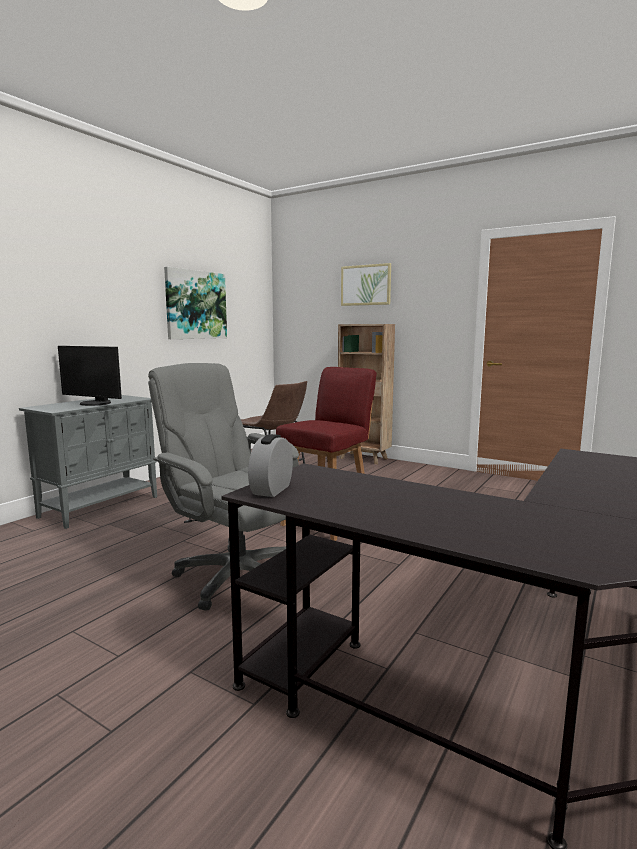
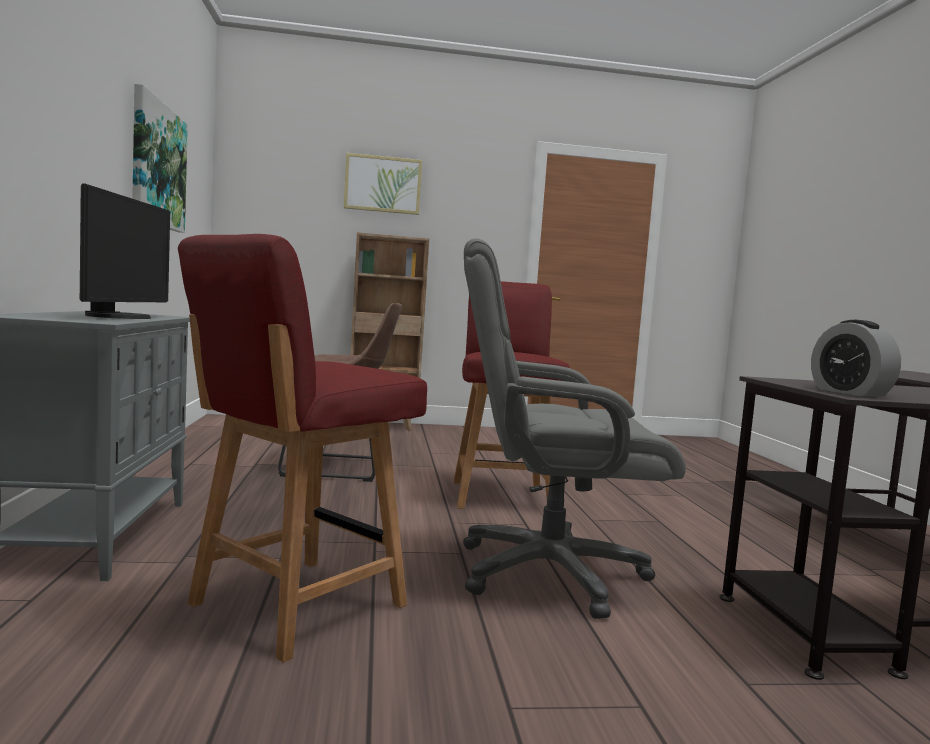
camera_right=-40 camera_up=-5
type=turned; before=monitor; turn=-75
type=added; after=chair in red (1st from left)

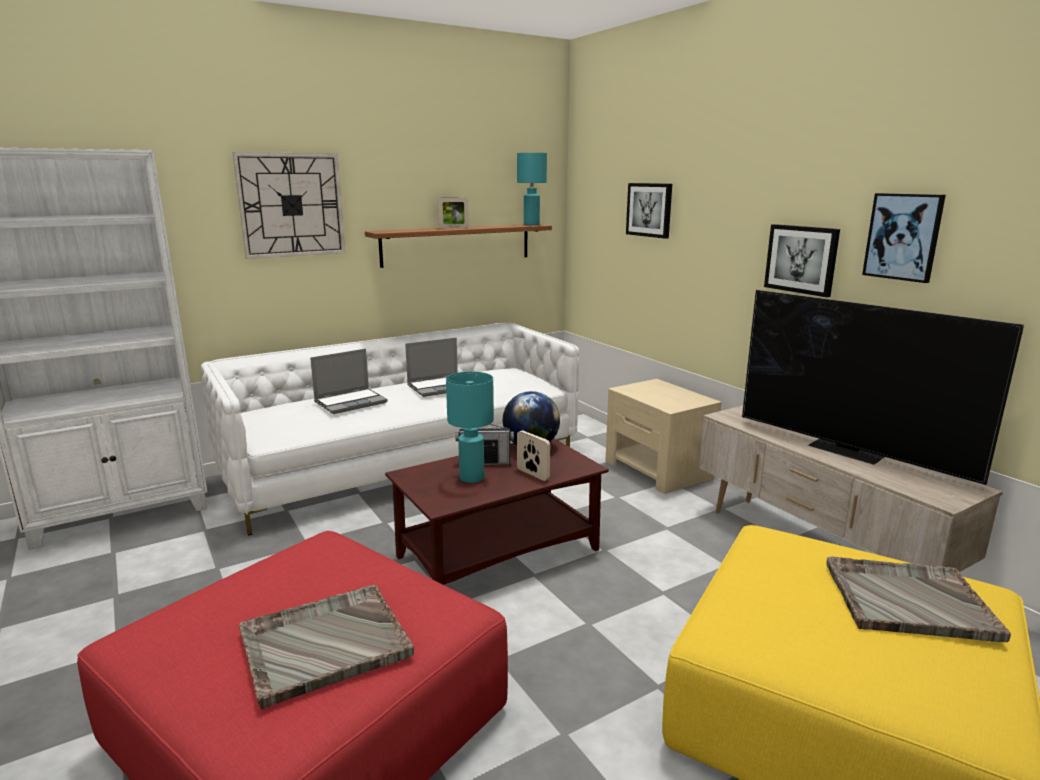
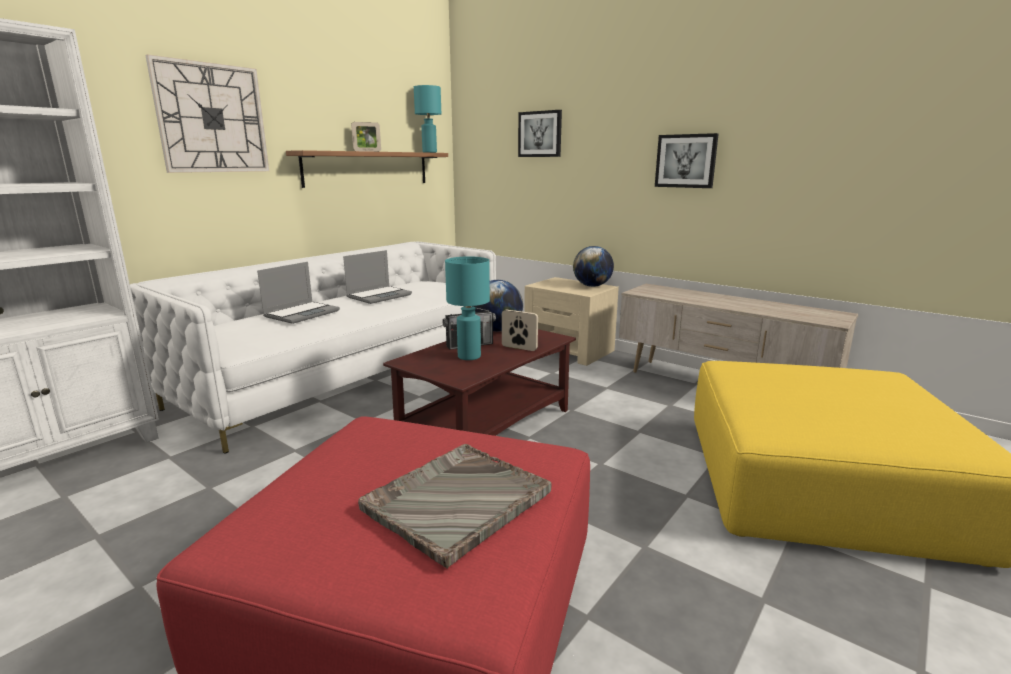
camera_right=-20 camera_up=0
type=added; after=globe (2nd from left)
type=removed; before=television
type=removed; before=tray in grey (2nd from left)
type=removed; before=picture (3rd from left)

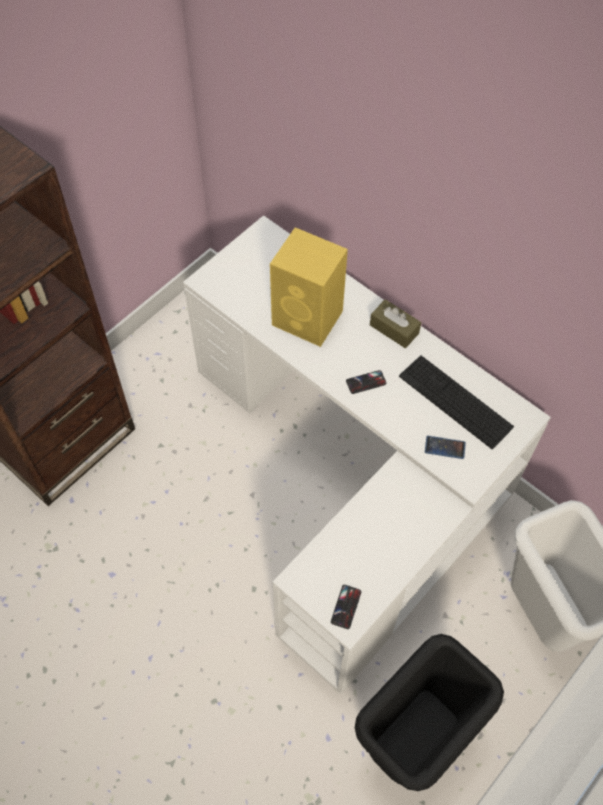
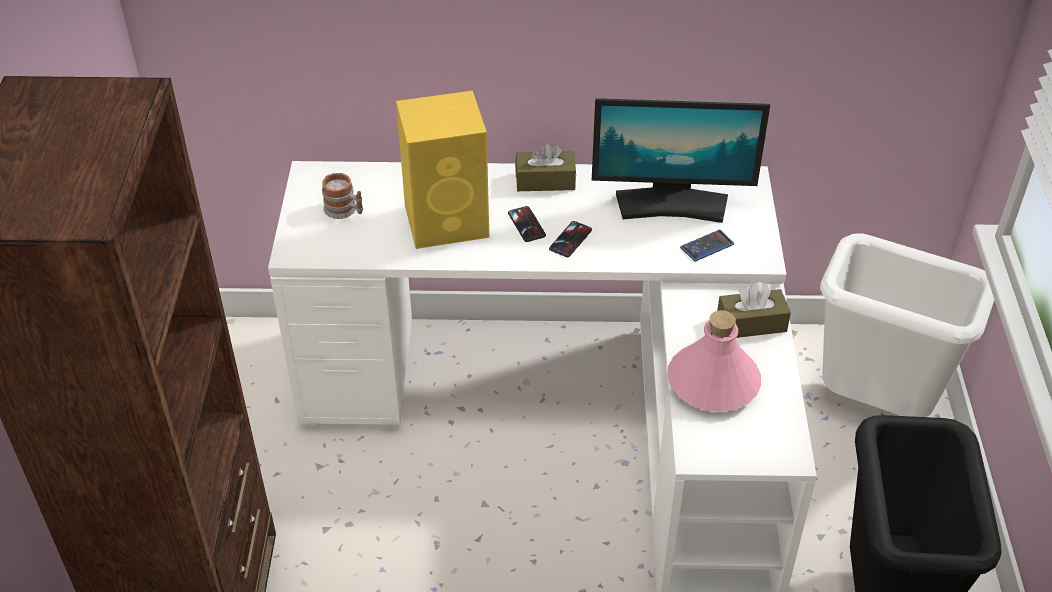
camera_right=-40 camera_up=-15
type=added; after=mug
type=moved; before=phone (1st from left)
type=replaced; before=keyboard; after=monitor
type=added; after=bottle in pink
type=added; after=tissue box in brown (2nd from left)

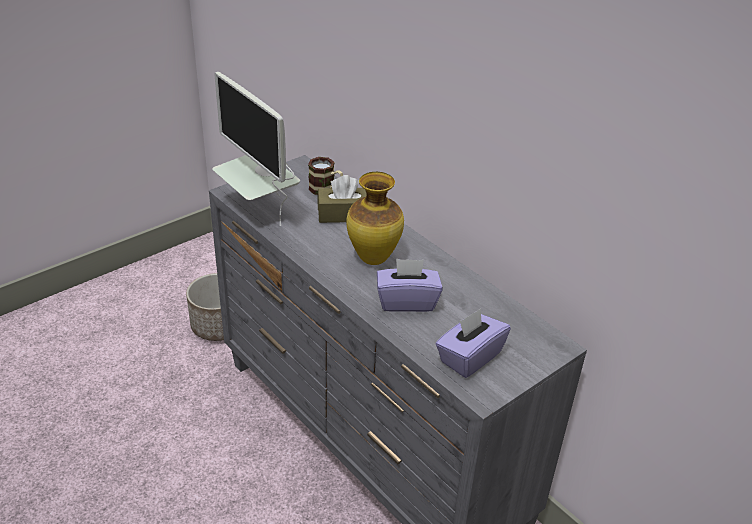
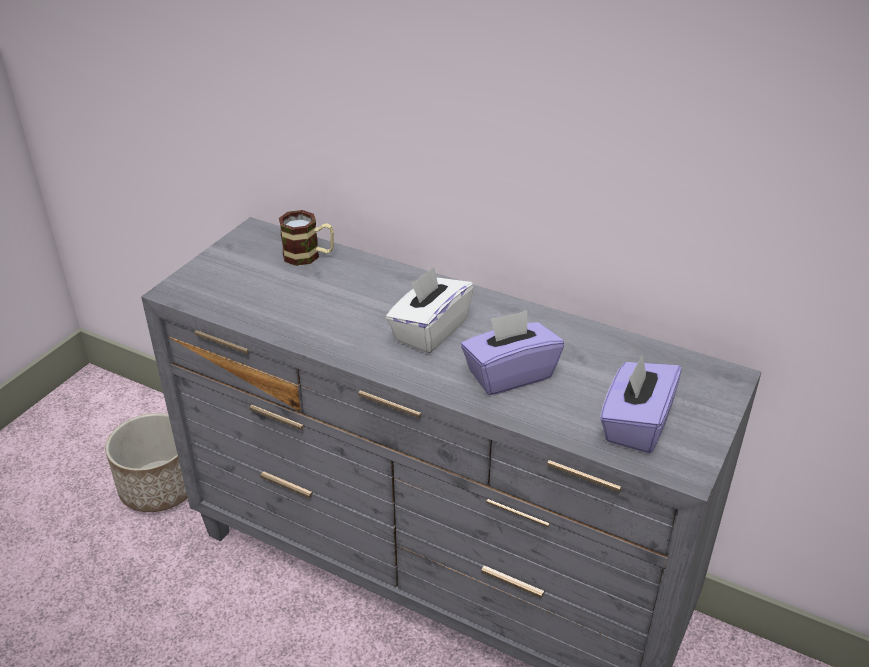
camera_right=-20 camera_up=0
type=replaced; before=vase; after=tissue box in white
type=removed; before=monitor
type=removed; before=tissue box in brown

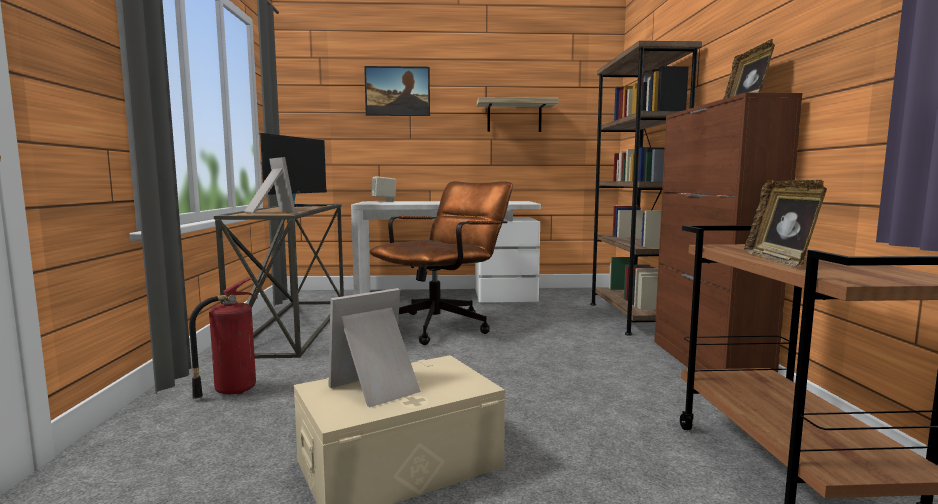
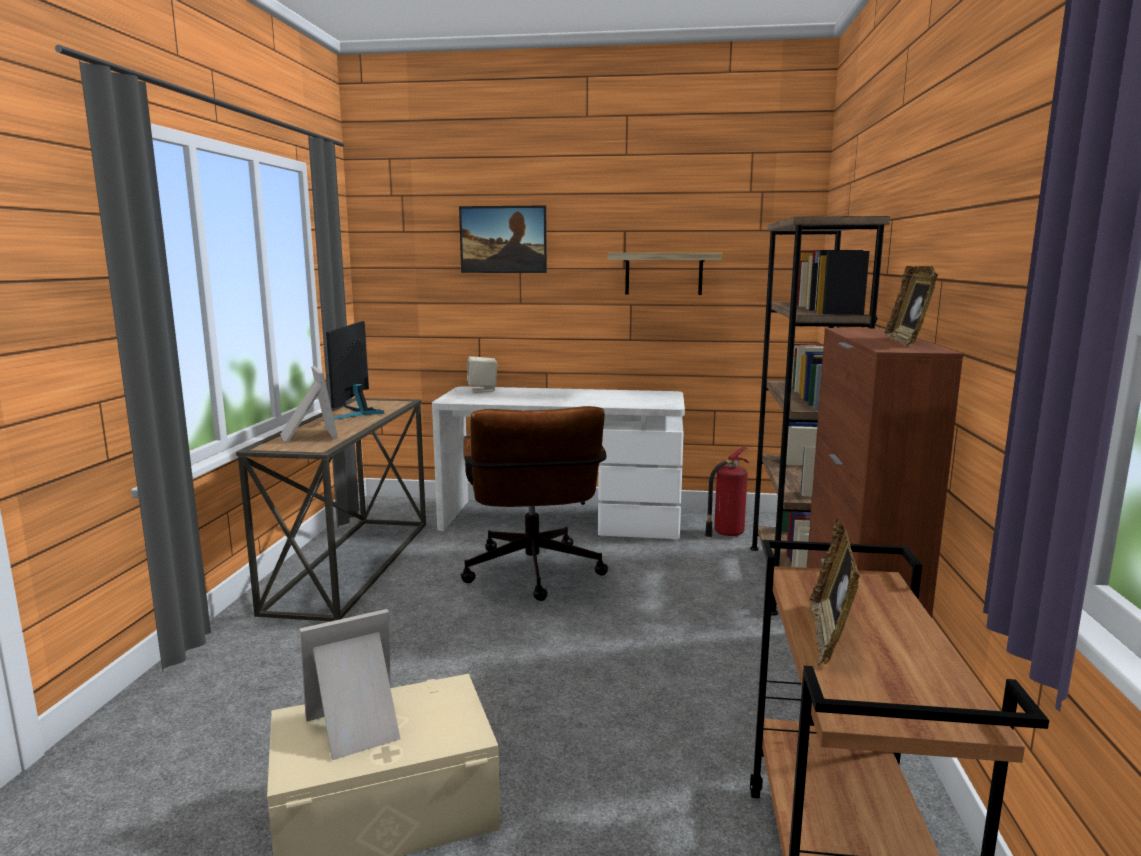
camera_right=10 camera_up=5
type=turned; before=monitor; turn=150
type=turned; before=office chair in brown; turn=120
type=moved; before=fire extinguisher

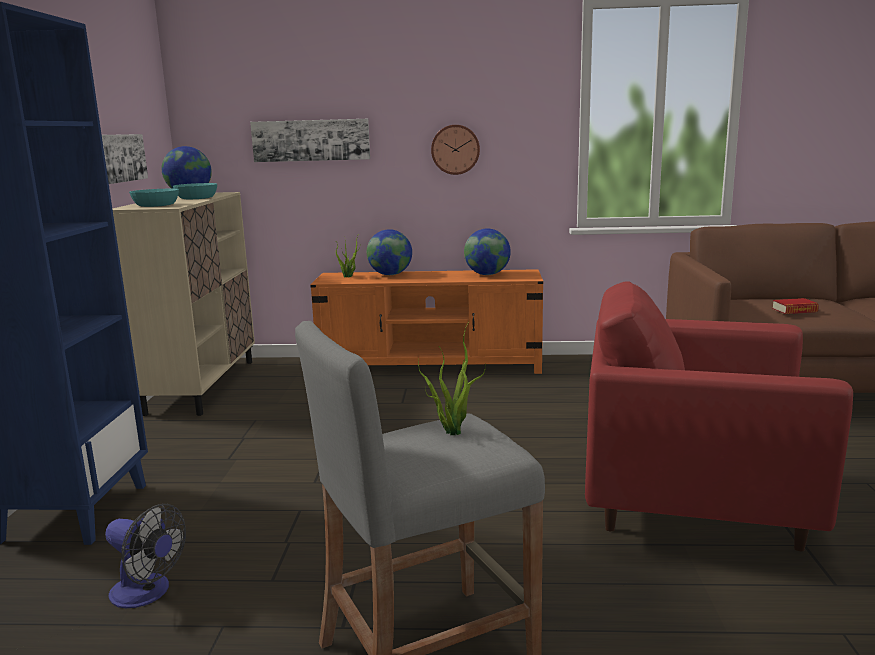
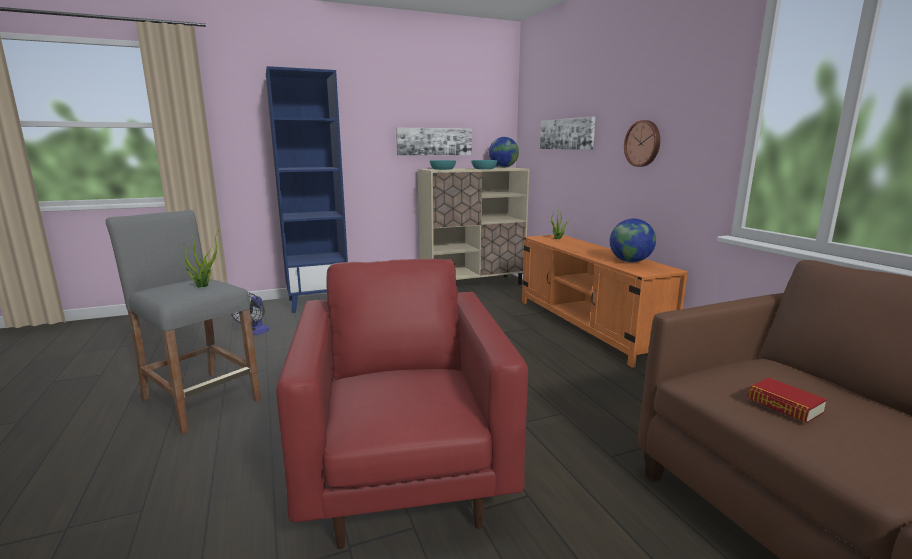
camera_right=65 camera_up=0
type=removed; before=globe (2nd from left)

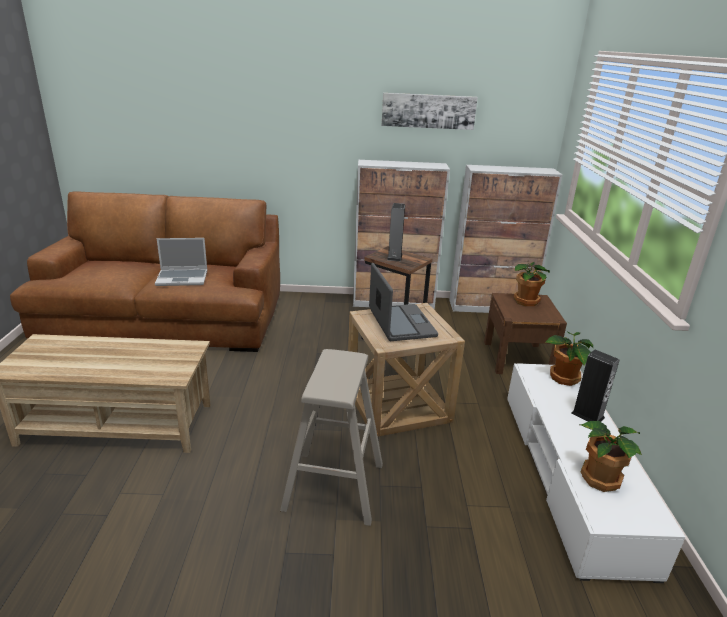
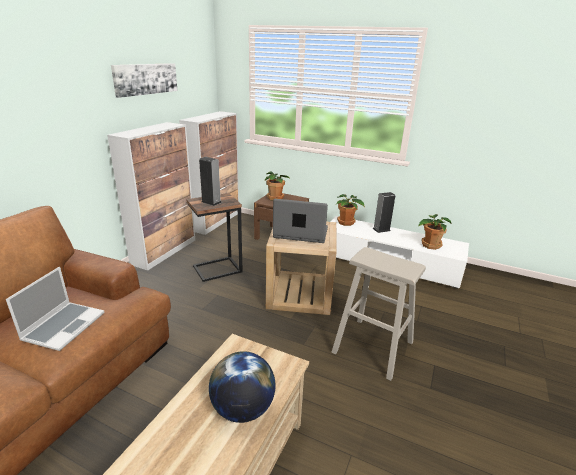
camera_right=-65 camera_up=0
type=added; after=globe

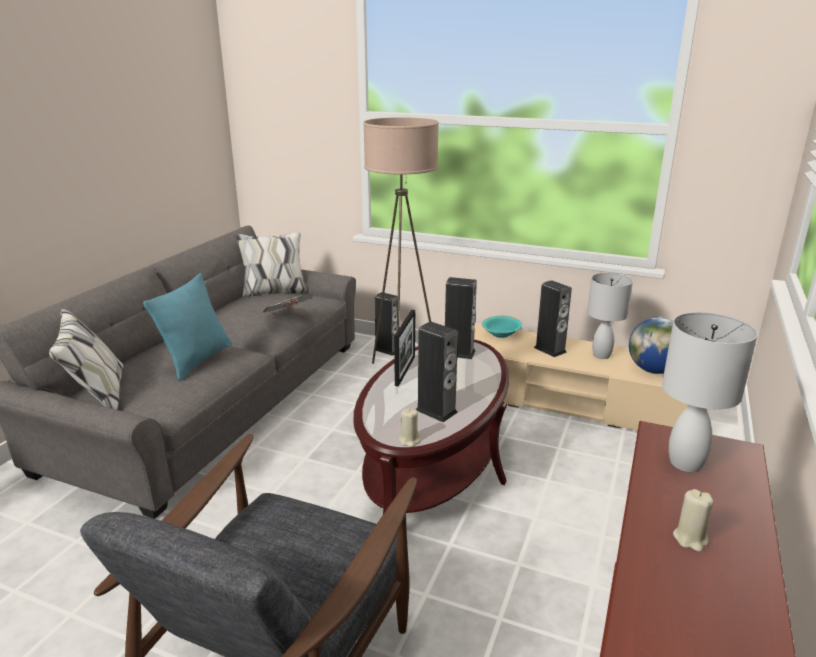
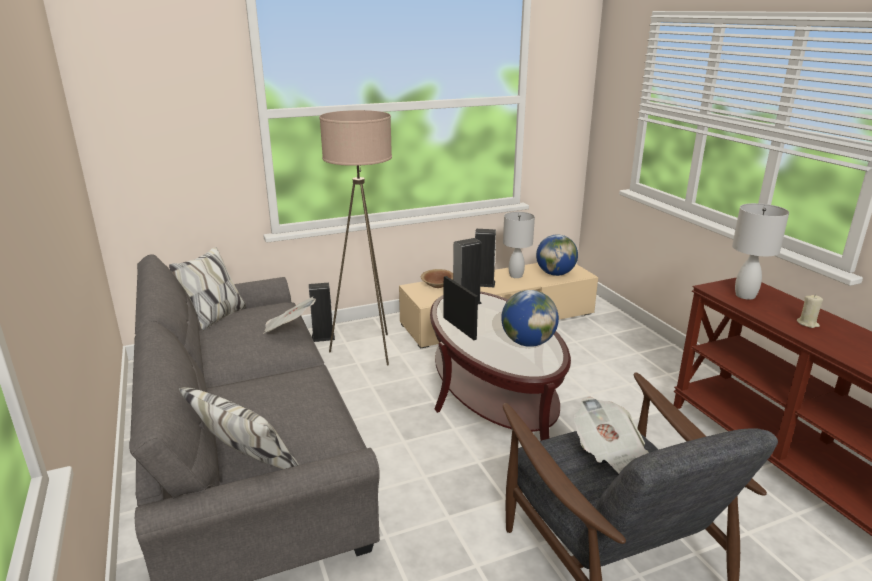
camera_right=-45 camera_up=0
type=recoloured; before=bowl in turquoise; after=bowl in brown
type=replaced; before=speaker (2nd from left); after=globe (1st from left)
type=added; after=newspaper (2nd from left)
type=removed; before=pillow in turquoise
type=removed; before=candle in beige (1st from left)

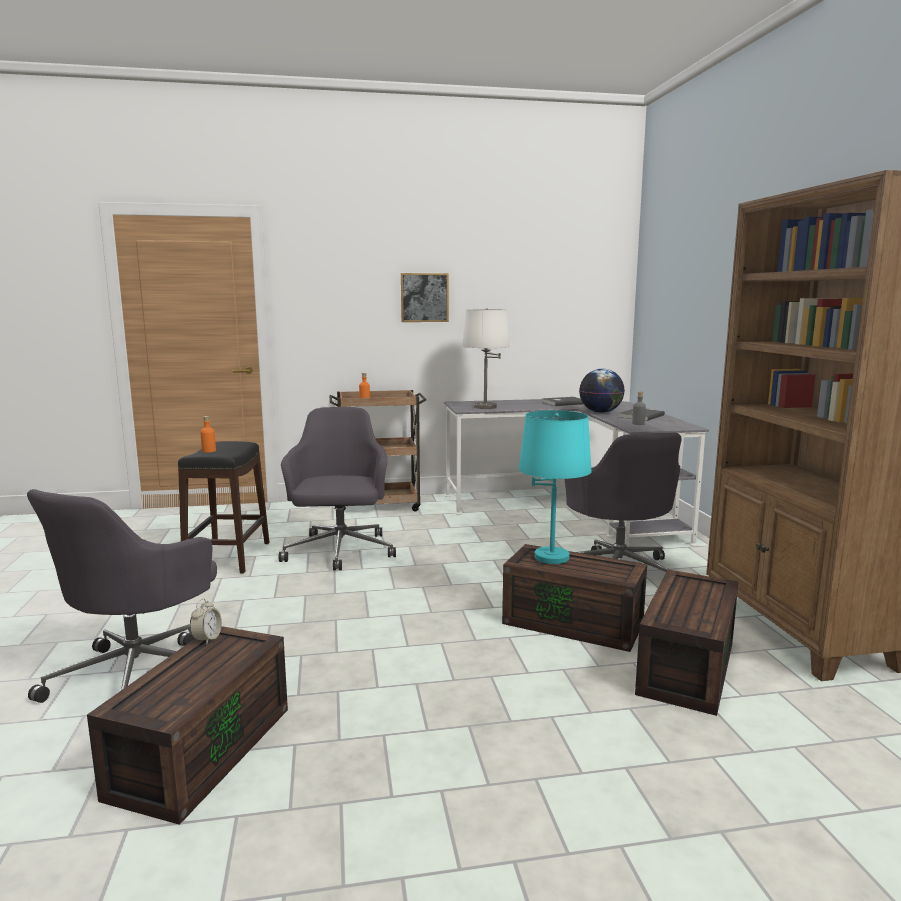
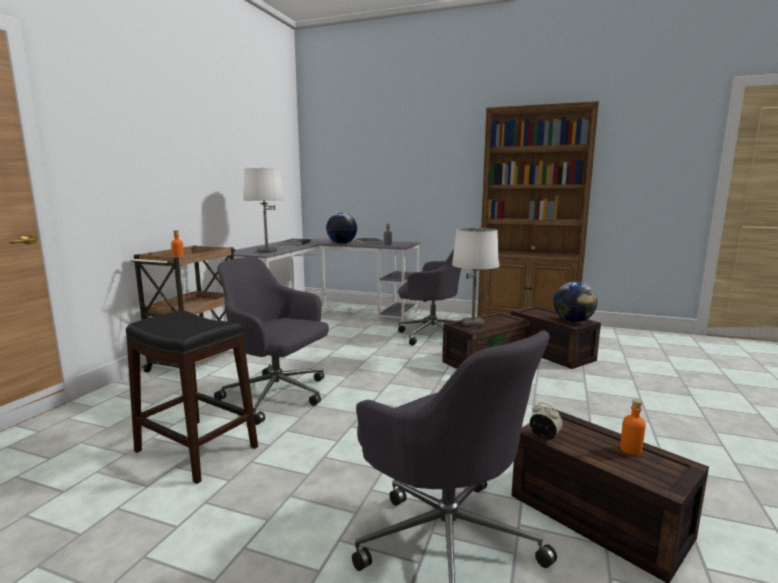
camera_right=-60 camera_up=0
type=recoloured; before=table lamp in turquoise; after=table lamp in white (2nd from left)
type=added; after=globe (2nd from left)
type=moved; before=bottle in orange (1st from left in the first image); after=bottle in orange (2nd from left)
type=removed; before=picture

